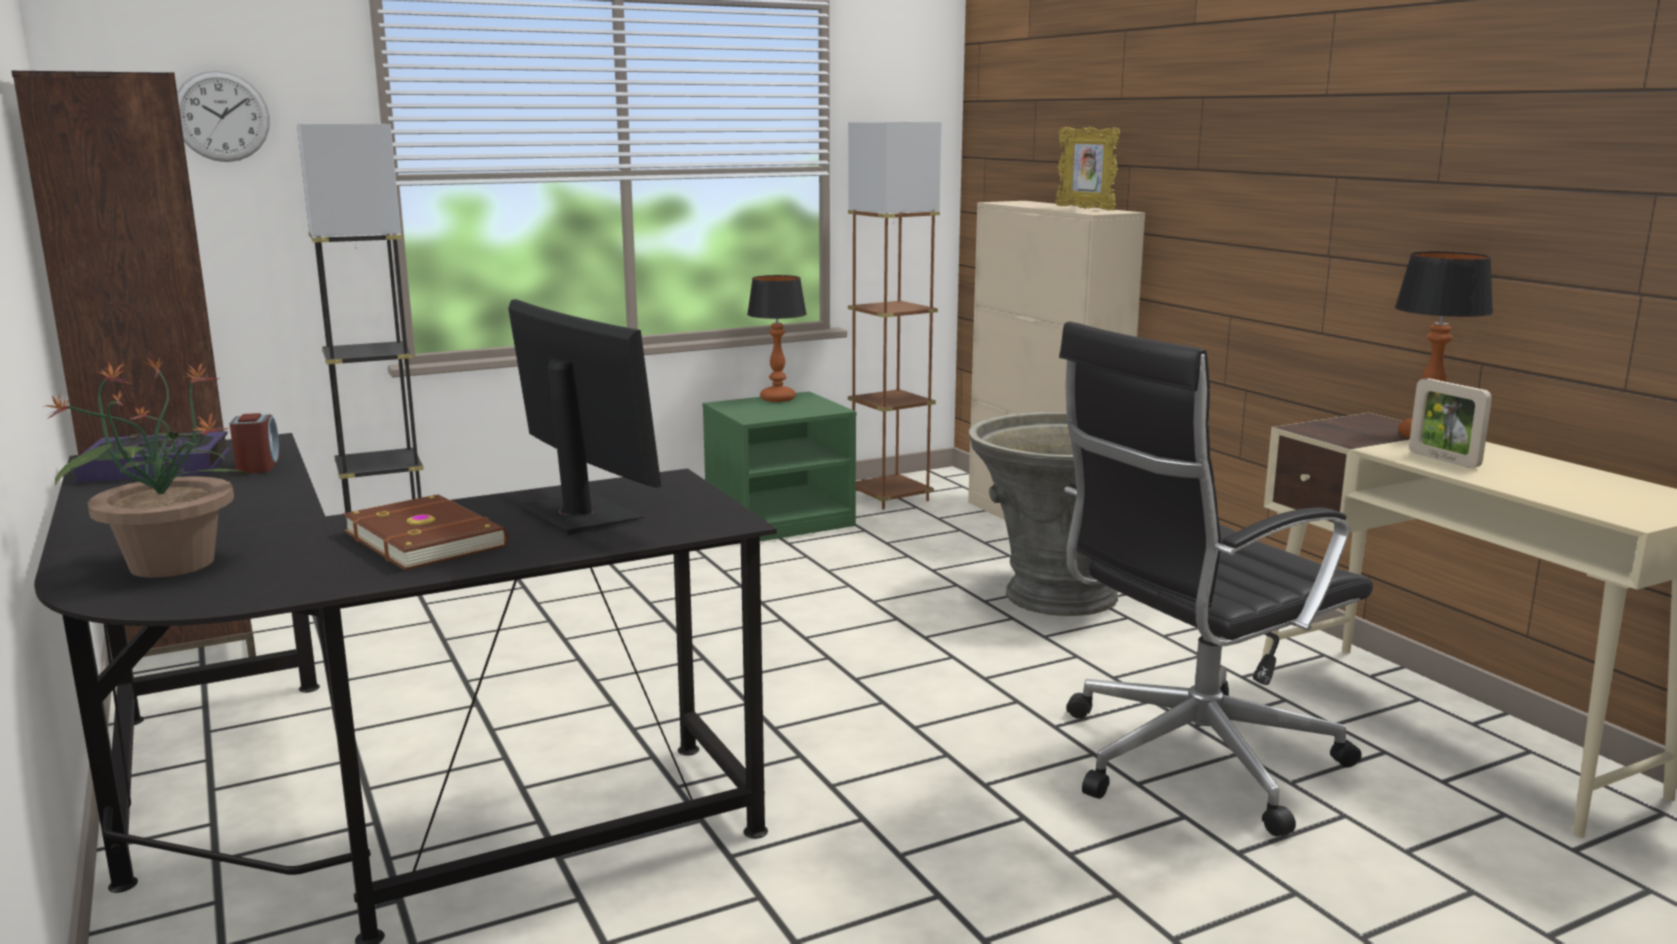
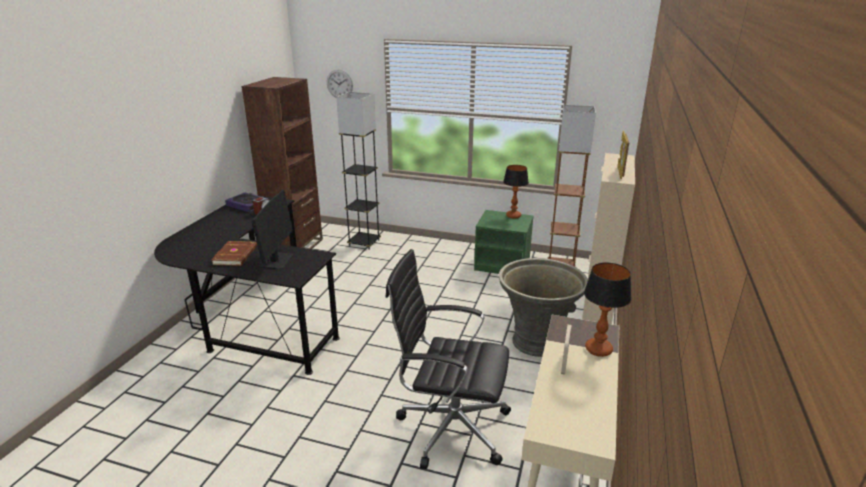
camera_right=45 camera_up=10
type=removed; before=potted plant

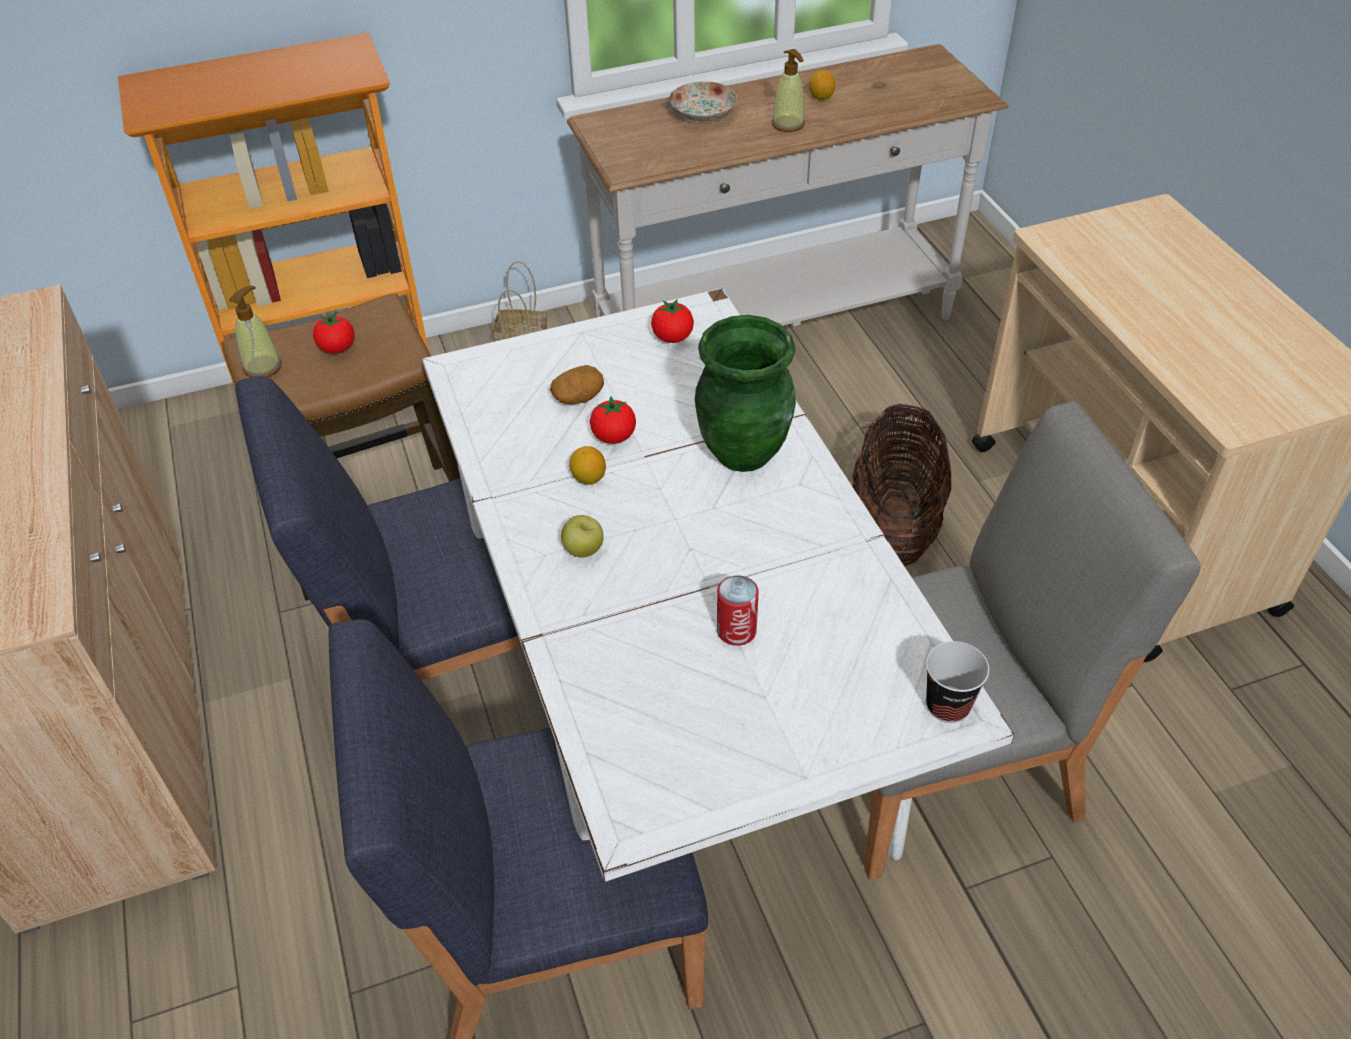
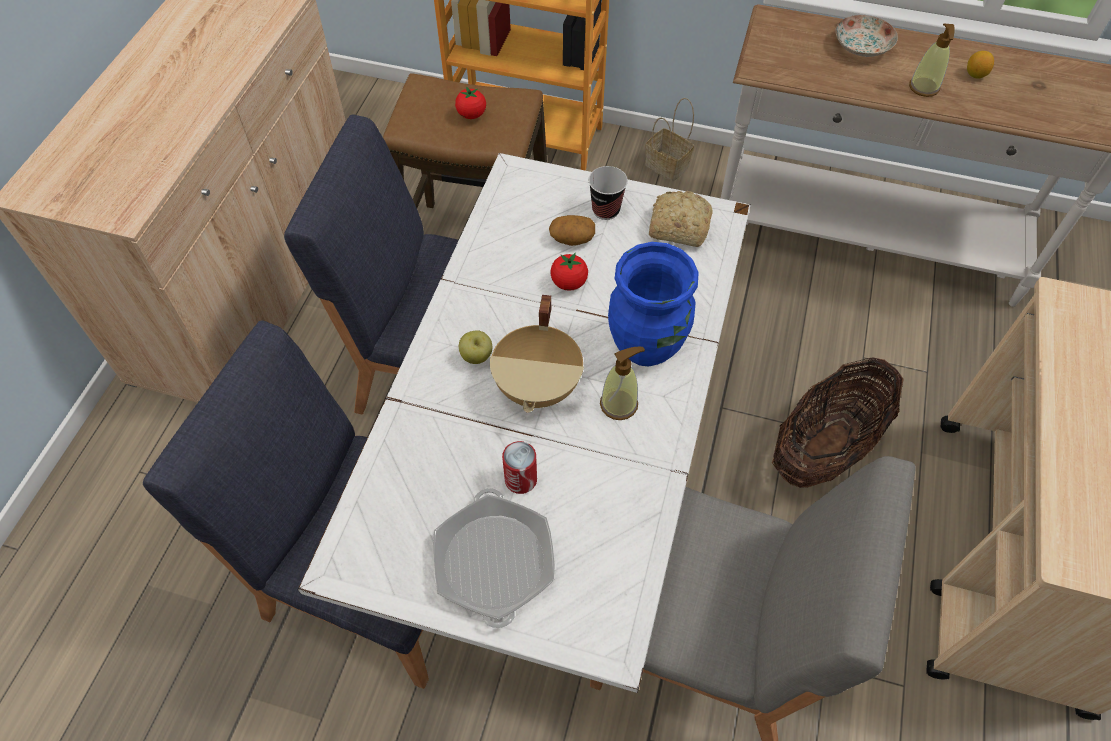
camera_right=35 camera_up=10
type=added; after=frying pan
type=added; after=cooking pot in beige
type=moved; before=cup
type=moved; before=soap dispenser (1st from left)
type=recoloured; before=vase in green; after=vase in blue
type=replaced; before=tomato (3rd from left); after=bread
type=removed; before=lemon (1st from left)

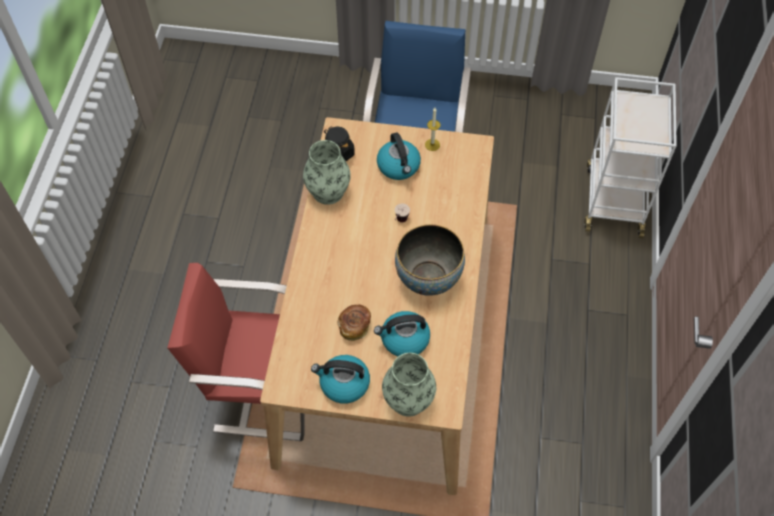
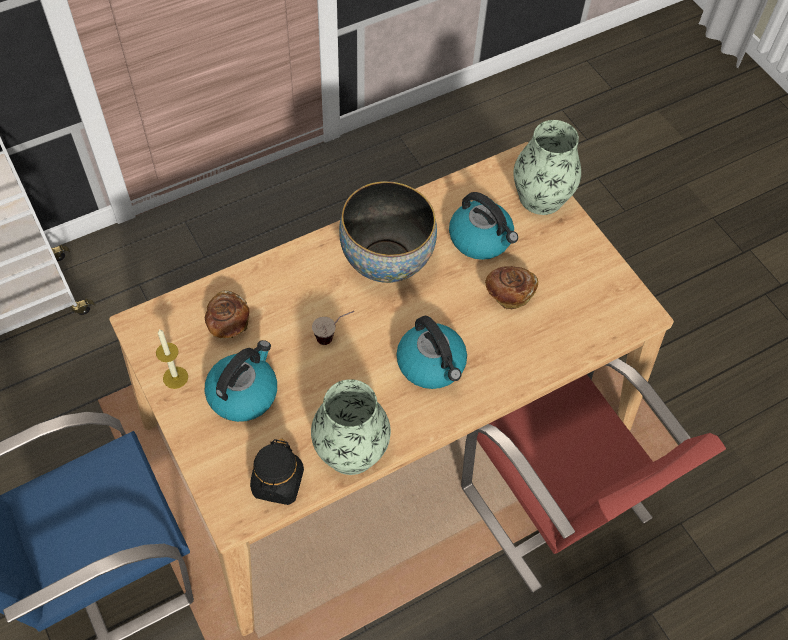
camera_right=-130 camera_up=0
type=added; after=bread (1st from left)
type=moved; before=kettle (1st from left in the first image); after=kettle (2nd from left)

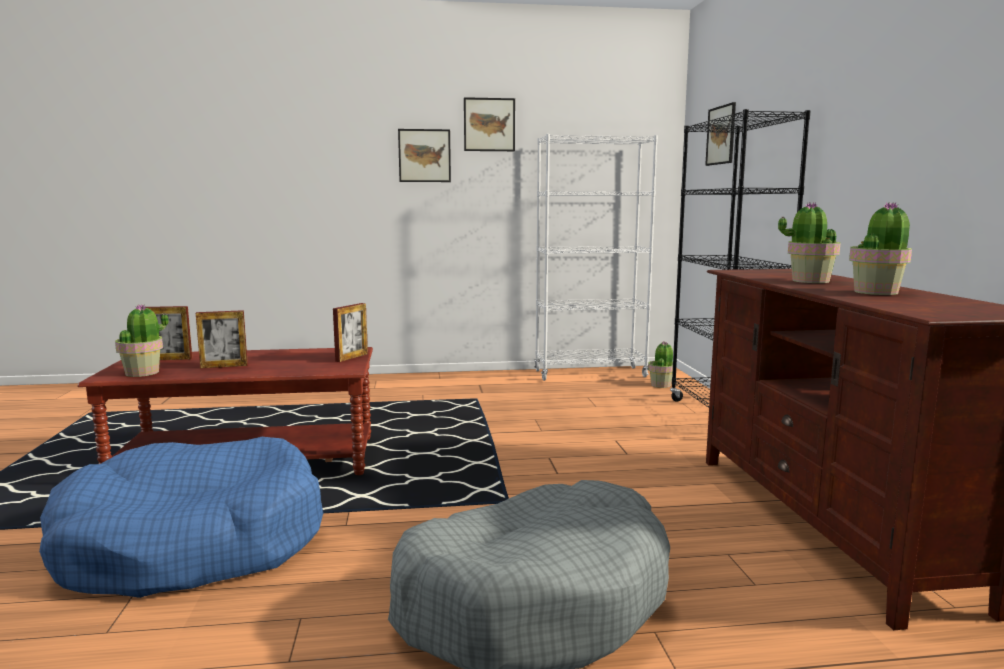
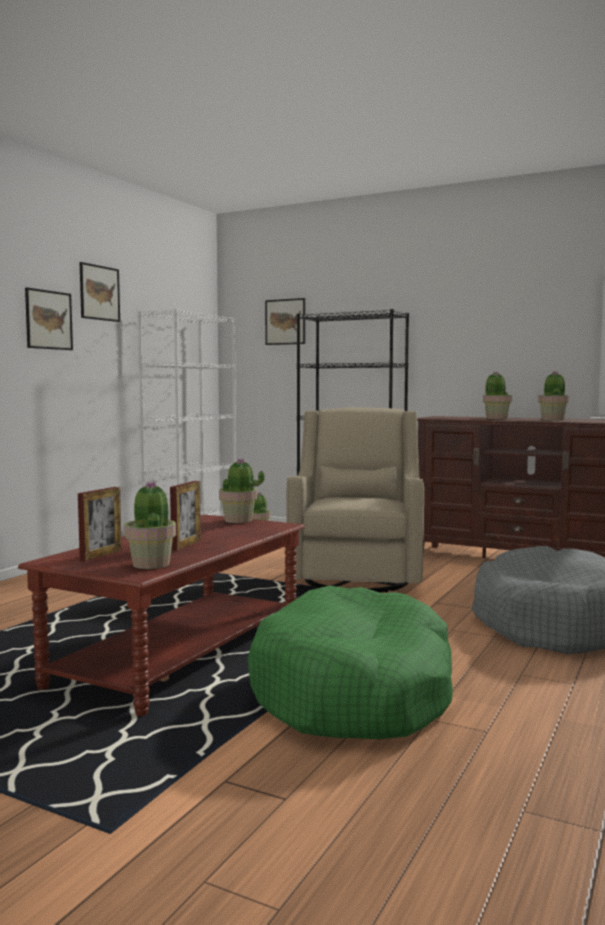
camera_right=-55 camera_up=-5
type=replaced; before=picture frame (3rd from left); after=potted plant (2nd from left)
type=recoloured; before=dog bed in blue; after=dog bed in green
type=added; after=armchair in beige

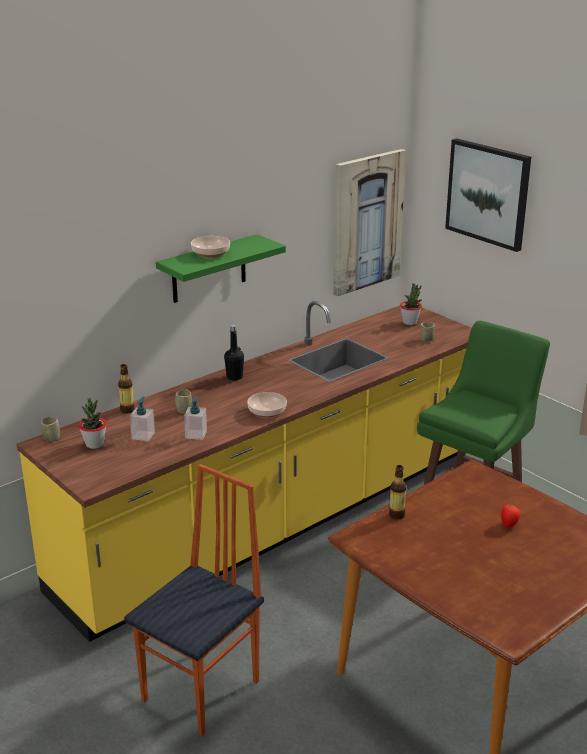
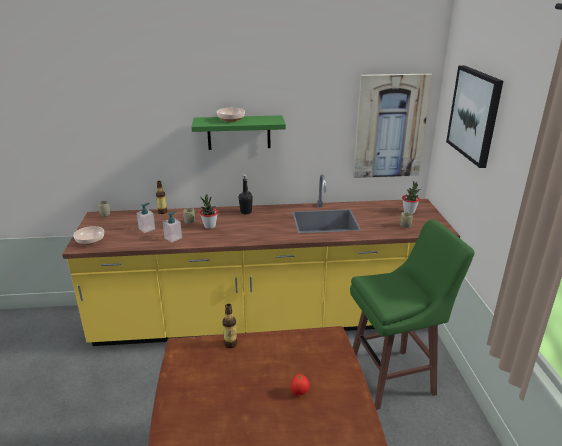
camera_right=35 camera_up=0
type=moved; before=bowl (2nd from left in the first image); after=bowl (1st from left)
type=moved; before=potted plant (1st from left)
type=removed; before=chair

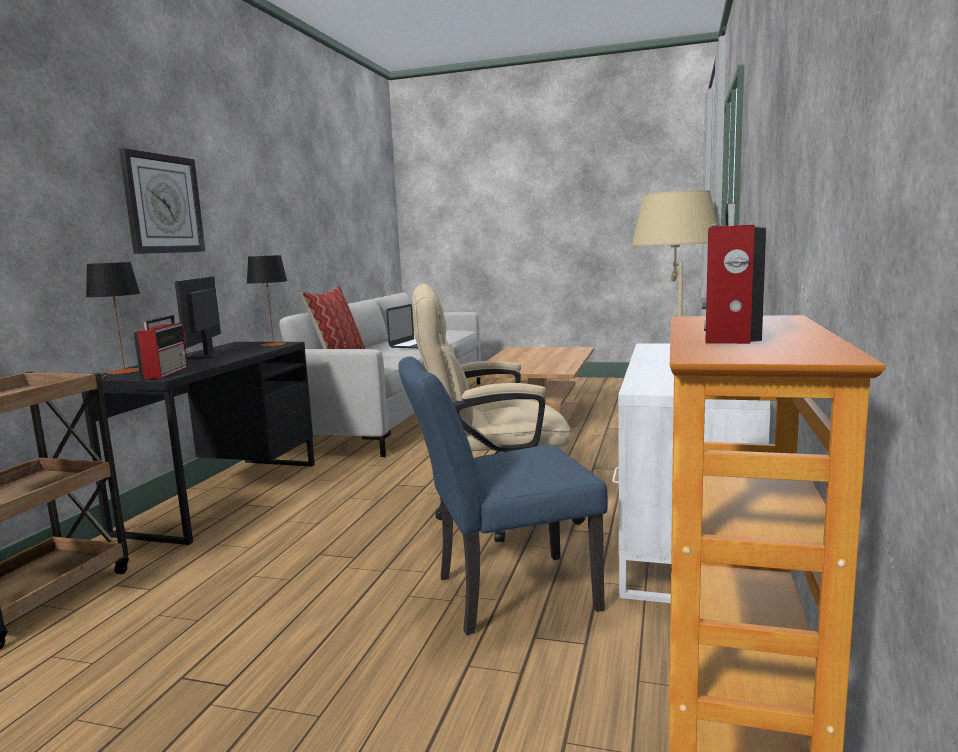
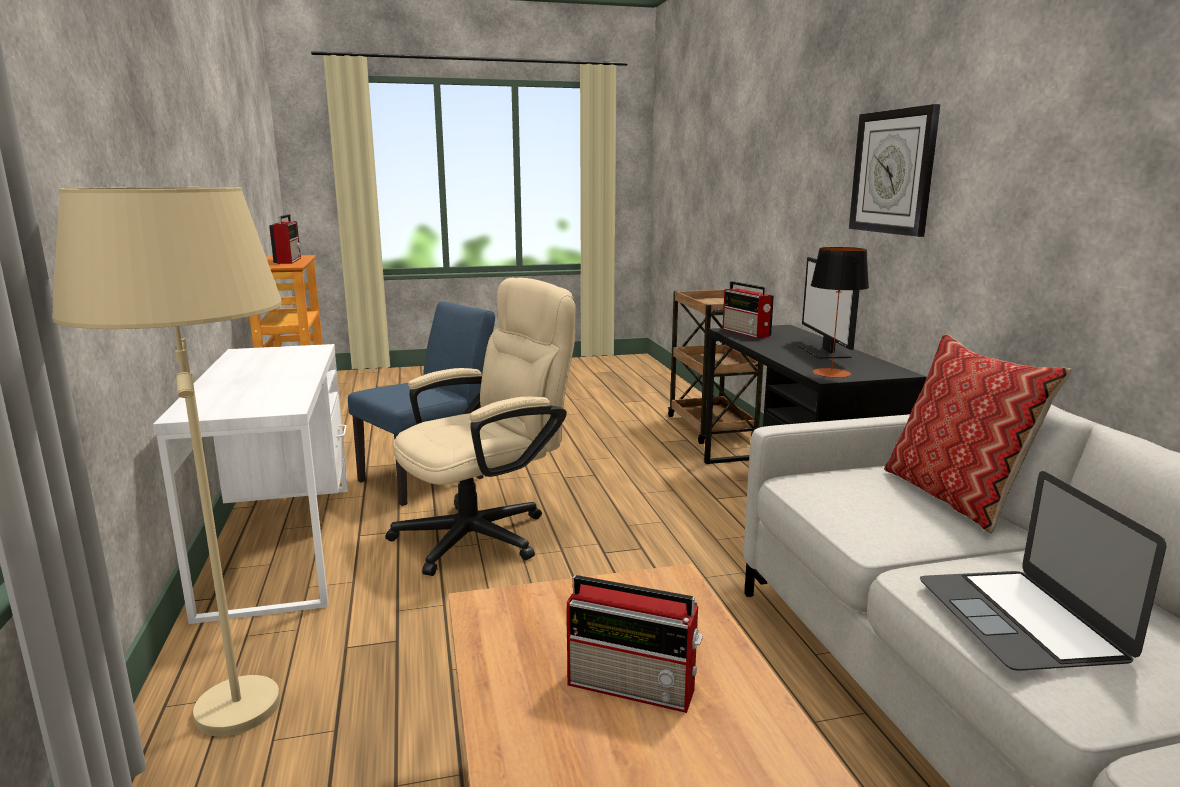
camera_right=150 camera_up=5
type=added; after=radio (2nd from left)
type=turned; before=monitor; turn=-150
type=removed; before=table lamp (1st from left)

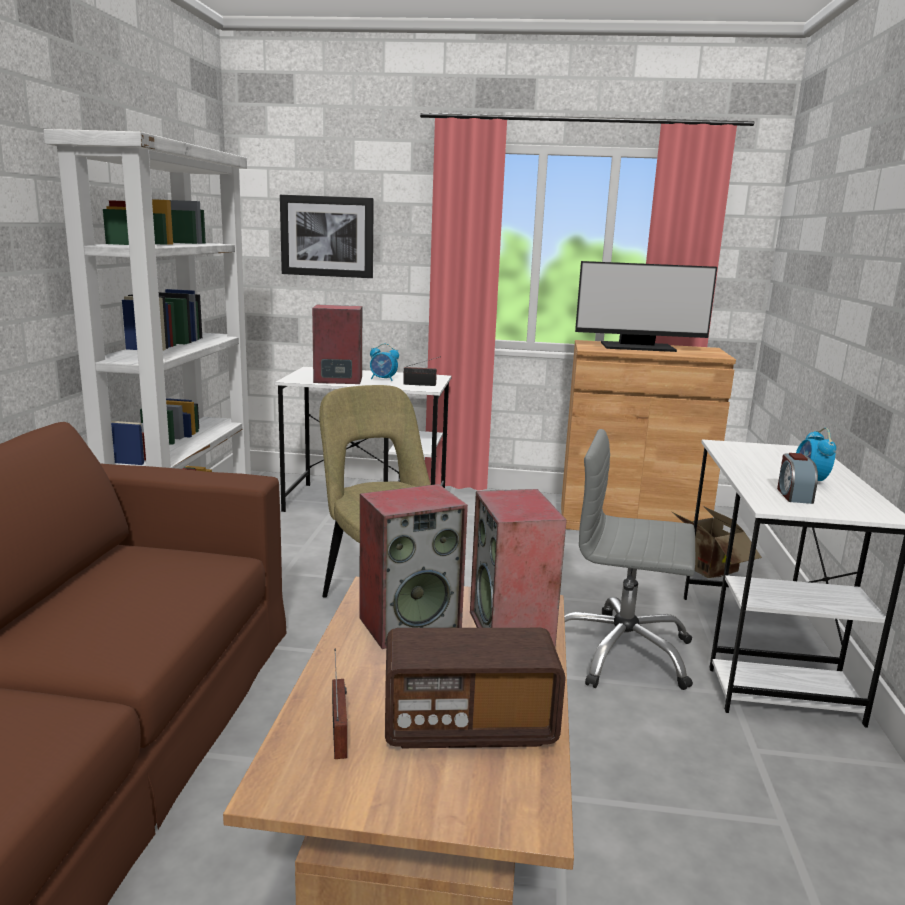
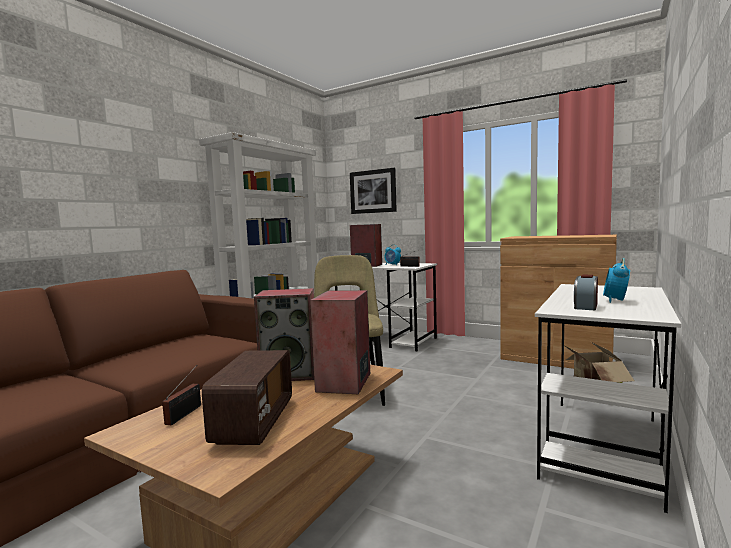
camera_right=25 camera_up=-10
type=turned; before=radio (3rd from left in the first image); turn=-105
type=removed; before=office chair in grey
type=removed; before=monitor

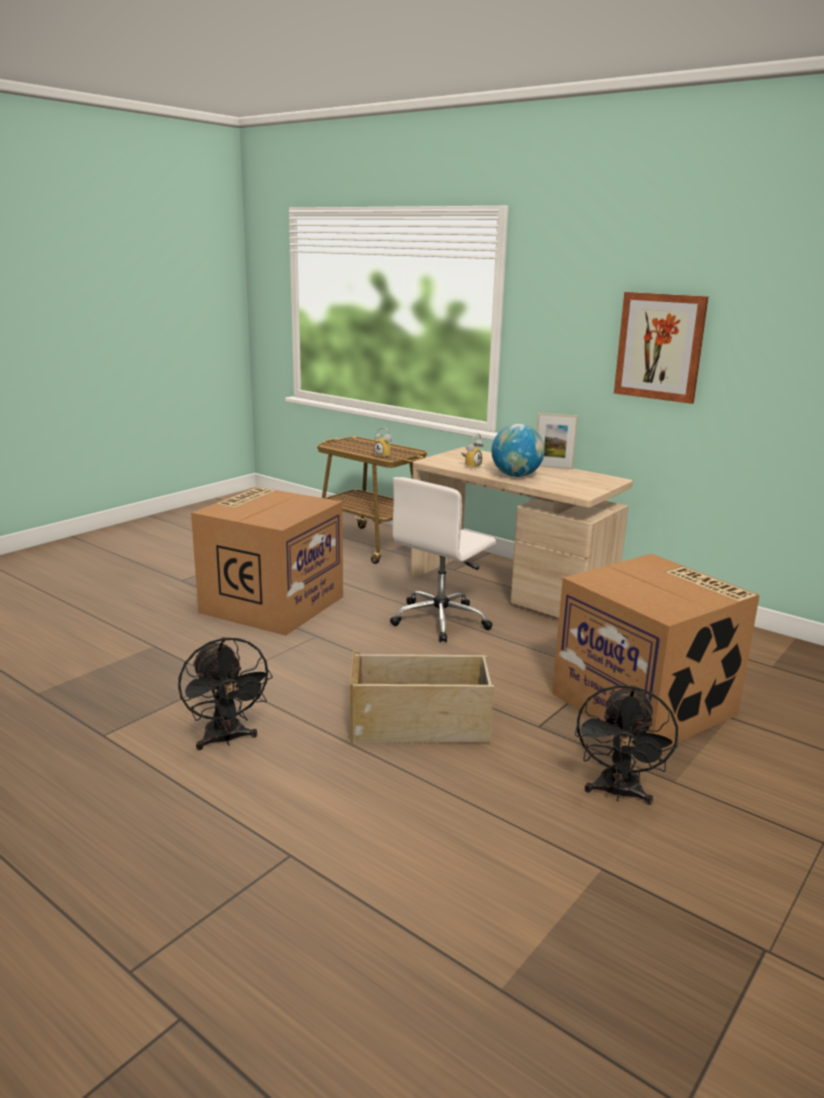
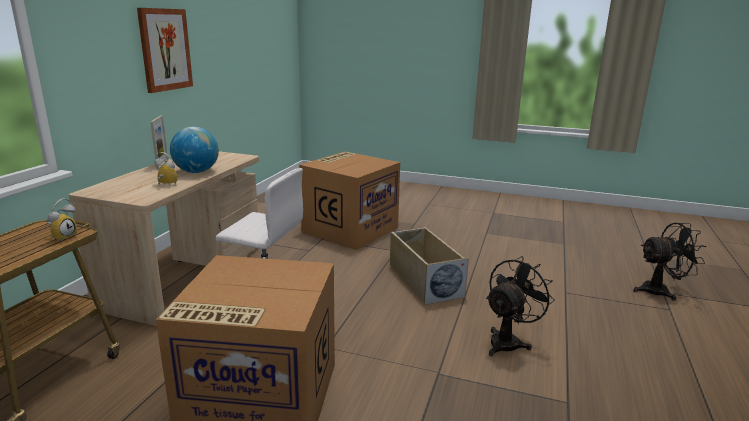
camera_right=-110 camera_up=0
type=moved; before=fan in black (2nd from left)

